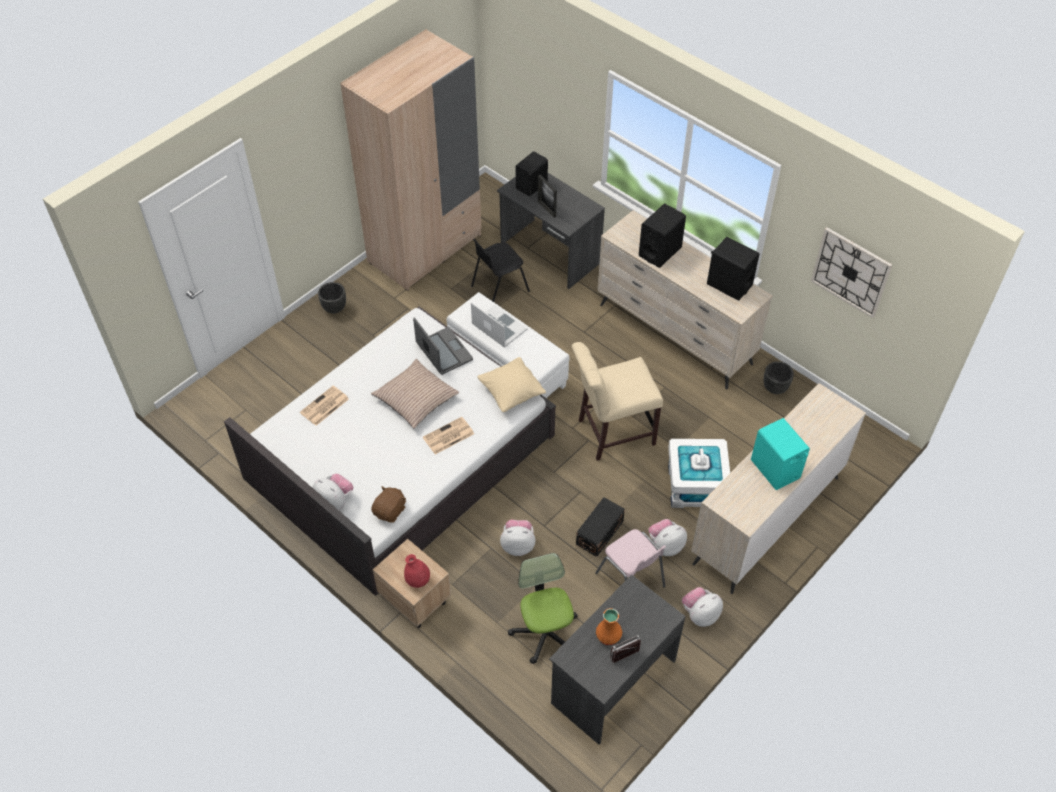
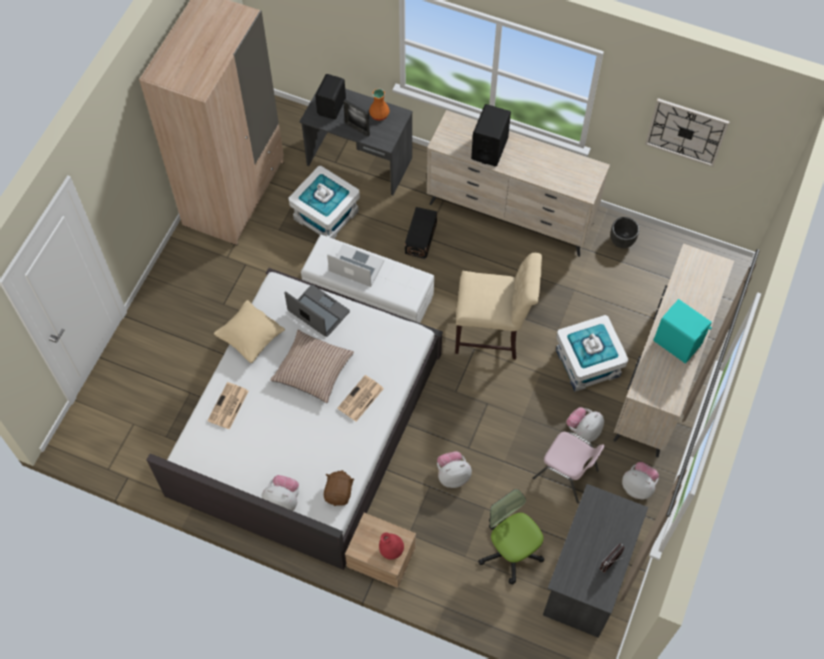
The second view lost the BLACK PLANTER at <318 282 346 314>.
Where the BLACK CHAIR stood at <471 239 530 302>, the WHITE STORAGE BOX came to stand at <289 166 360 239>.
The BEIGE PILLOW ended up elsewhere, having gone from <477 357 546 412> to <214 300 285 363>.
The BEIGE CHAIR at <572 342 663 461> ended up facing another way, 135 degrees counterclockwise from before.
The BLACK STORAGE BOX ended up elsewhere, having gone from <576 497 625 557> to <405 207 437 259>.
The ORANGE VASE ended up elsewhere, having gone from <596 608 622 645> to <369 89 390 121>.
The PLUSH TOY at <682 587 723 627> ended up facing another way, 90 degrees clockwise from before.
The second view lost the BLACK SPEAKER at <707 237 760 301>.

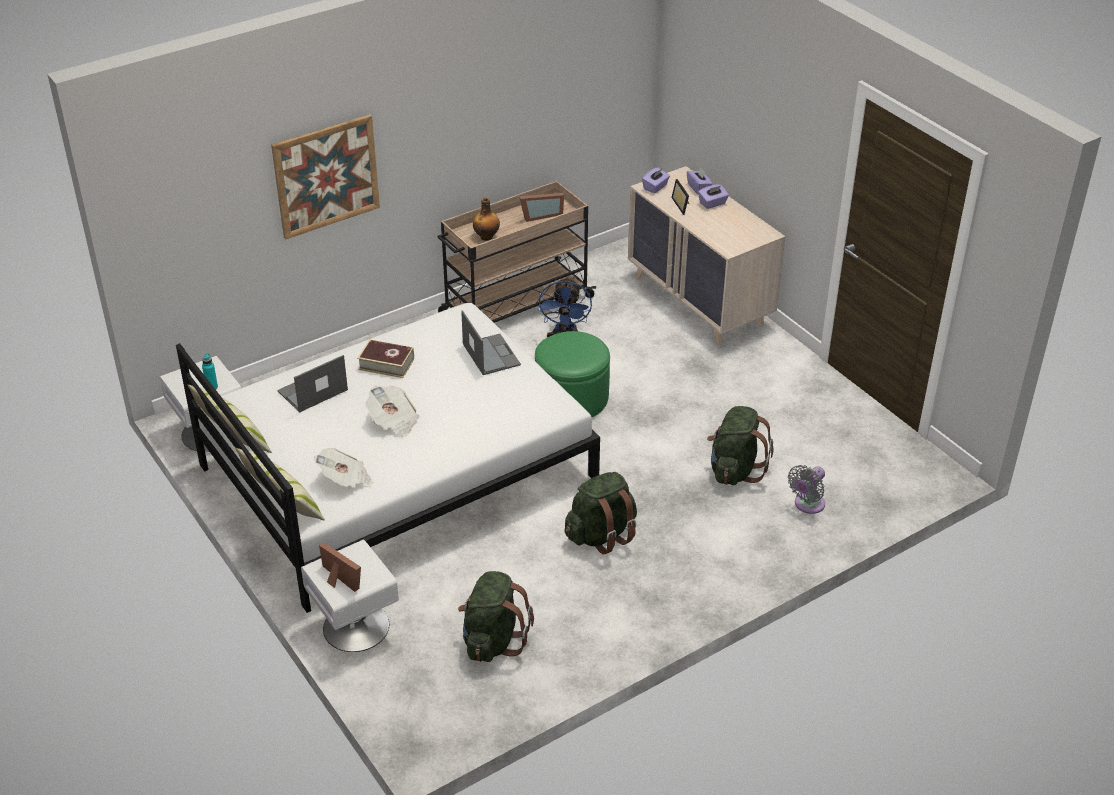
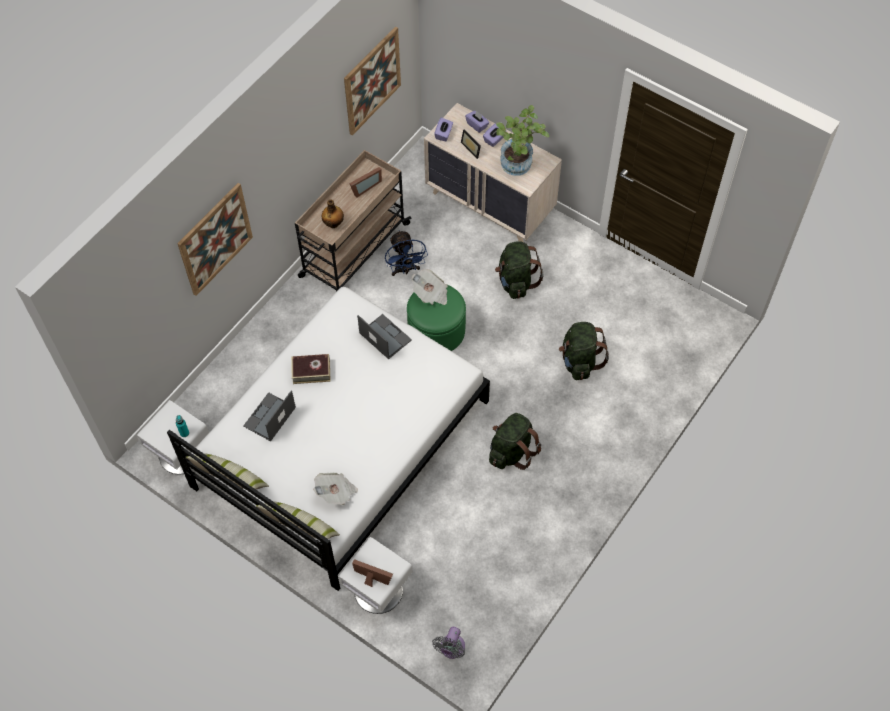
The NEWSPAPER ended up elsewhere, having gone from <365 386 420 437> to <412 269 448 305>.
The GREEN BACKPACK ended up elsewhere, having gone from <458 571 534 662> to <495 241 543 299>.
The GREY FAN ended up elsewhere, having gone from <788 465 825 514> to <432 627 465 659>.
The second view gained the PICTURE at <344 27 401 135>.
The second view gained the POTTED PLANT at <496 105 549 176>.

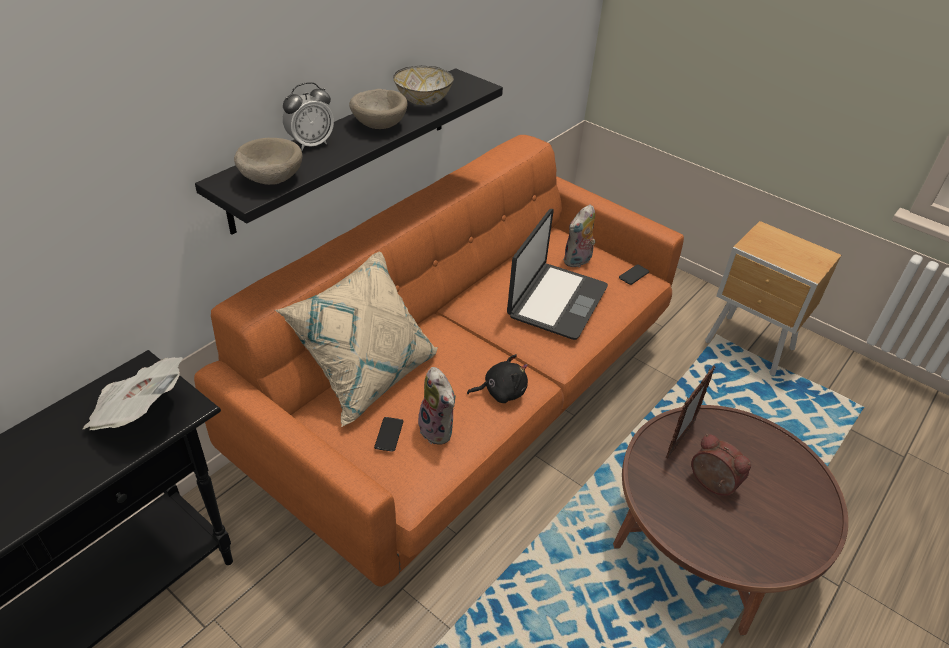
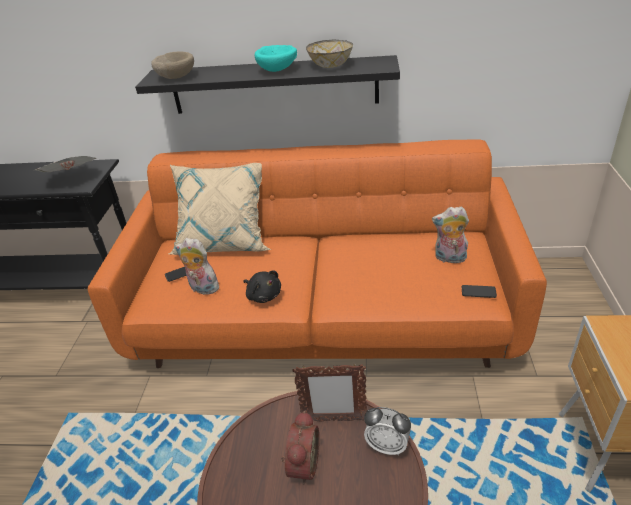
The ALARM CLOCK ended up elsewhere, having gone from <283 82 334 151> to <364 407 411 456>.
What was the BEIGE BOWL at <349 89 407 129> turned into the TURQUOISE BOWL at <254 45 297 72>.
The PLUSH TOY at <416 367 456 445> ended up facing another way, 90 degrees clockwise from before.
The second view lost the LAPTOP at <507 209 608 340>.

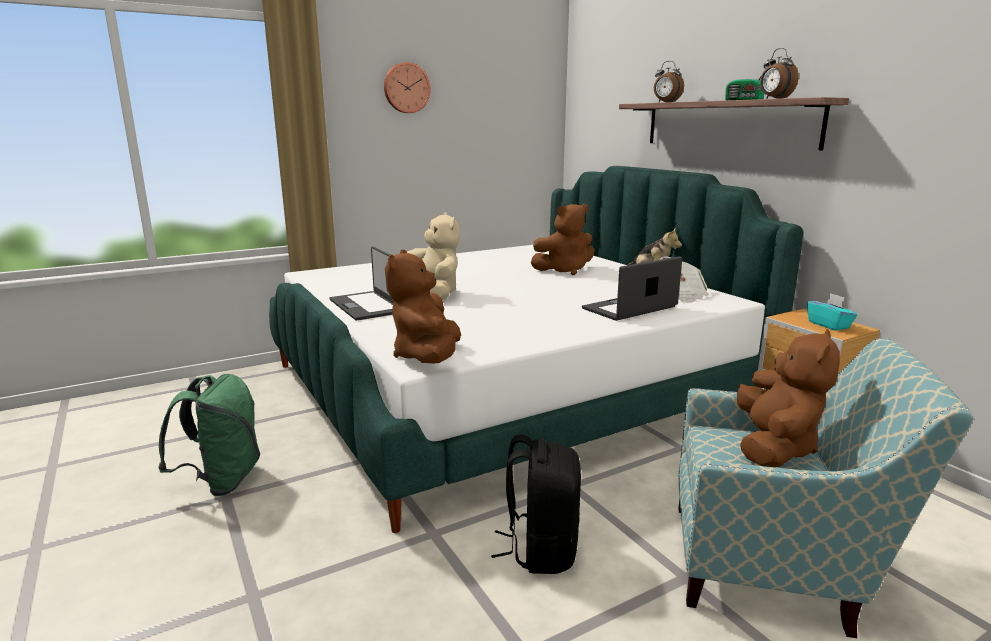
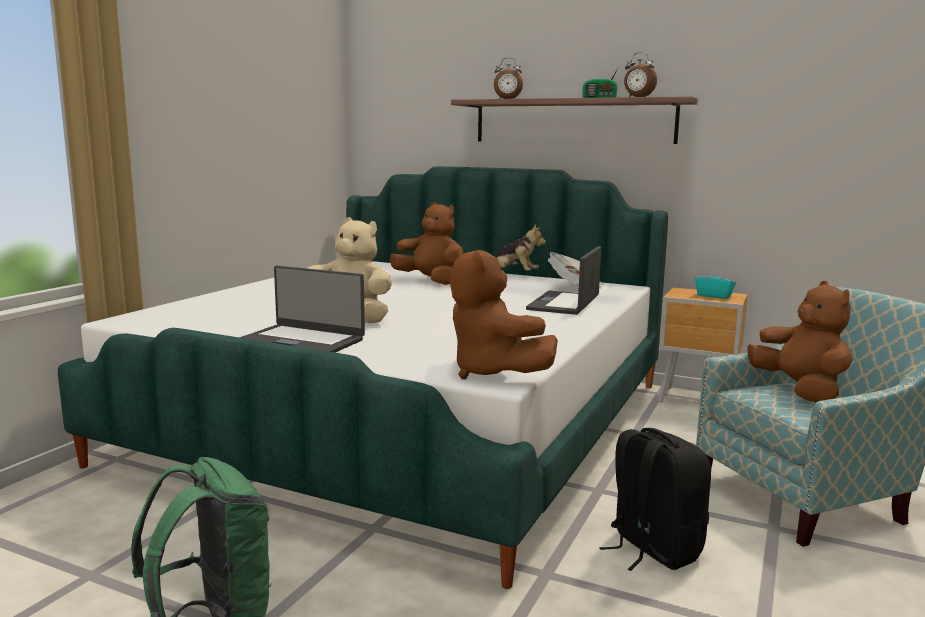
The second view lost the WALL CLOCK at <384 62 430 113>.
The BROWN PLUSH TOY at <531 204 594 275> ended up facing another way, 90 degrees counterclockwise from before.

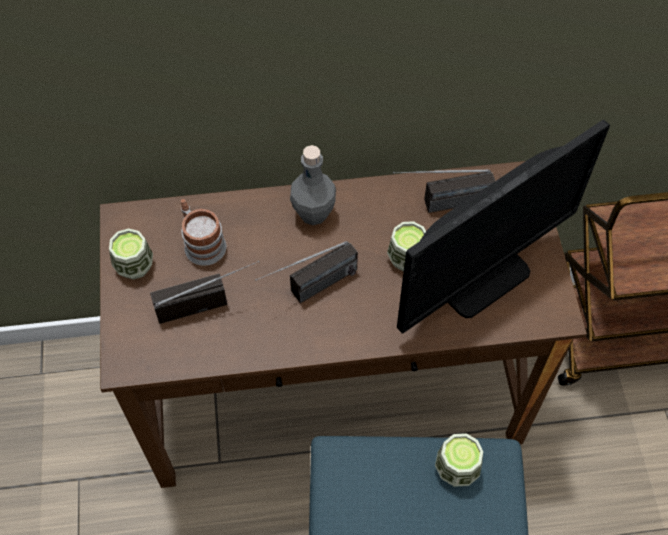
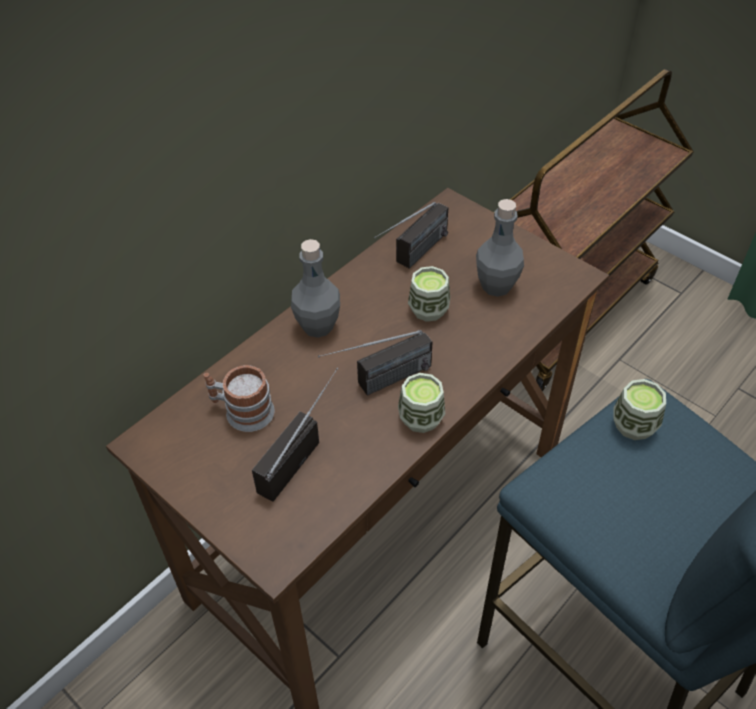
The CUP ended up elsewhere, having gone from <109 228 153 280> to <398 373 445 433>.
The RADIO at <255 241 358 303> ended up facing another way, 45 degrees clockwise from before.
Where the MONITOR stood at <397 120 610 334>, the GREY BOTTLE came to stand at <476 199 524 297>.

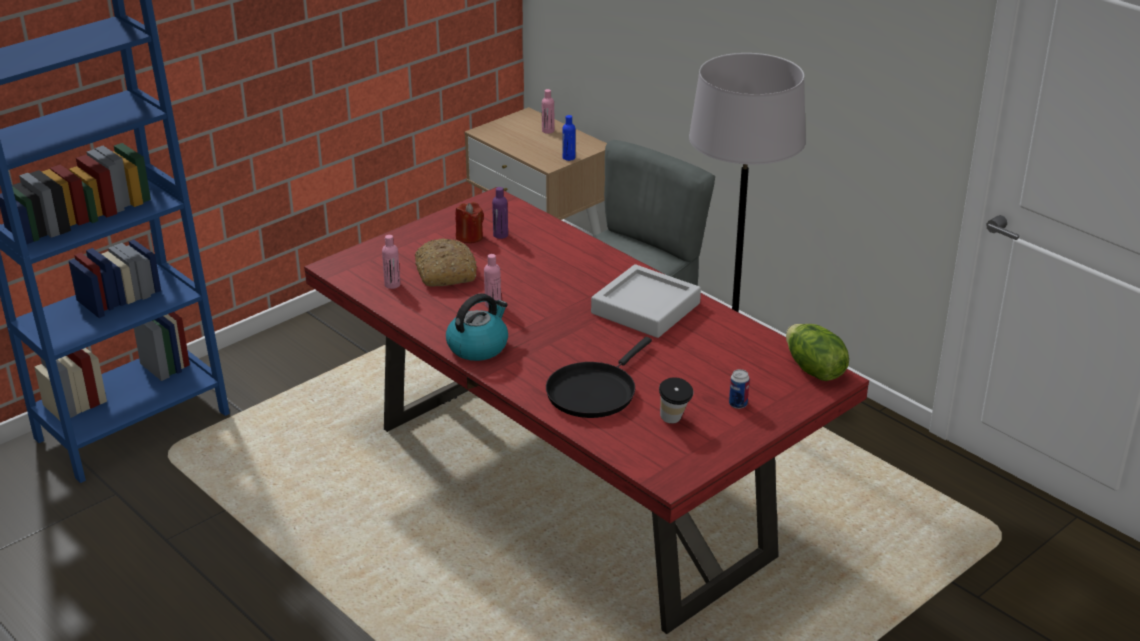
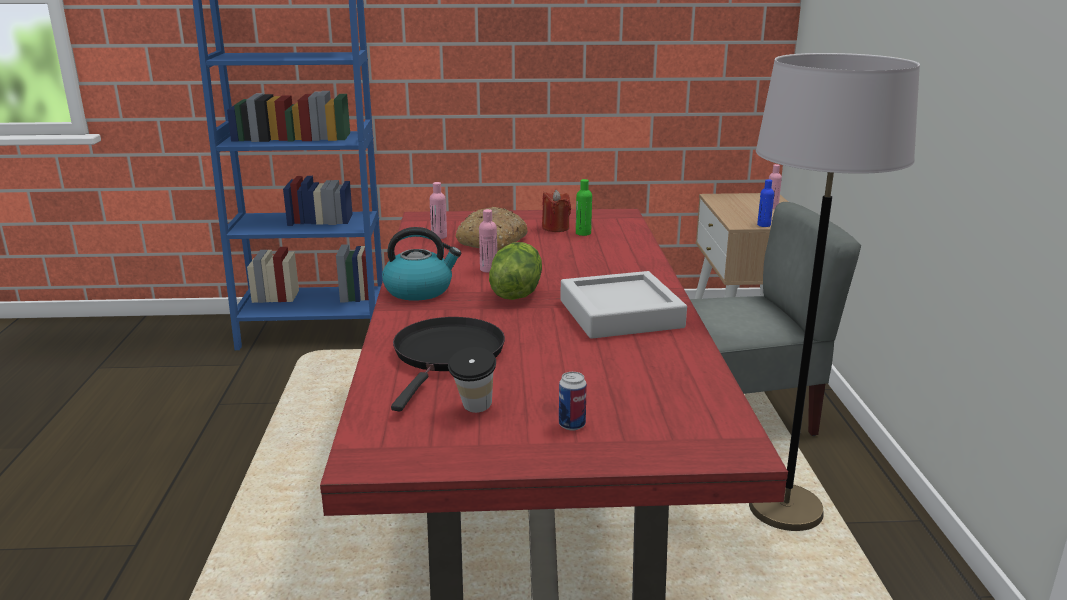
What was the PURPLE BOTTLE at <492 187 508 239> turned into the GREEN BOTTLE at <576 179 592 236>.
The BLACK FRYING PAN at <546 337 652 418> ended up facing another way, 120 degrees clockwise from before.
The LETTUCE ended up elsewhere, having gone from <786 324 849 381> to <489 242 542 300>.

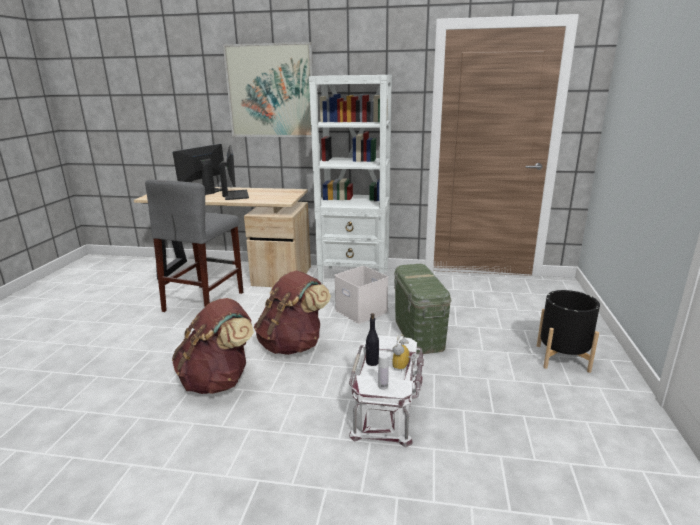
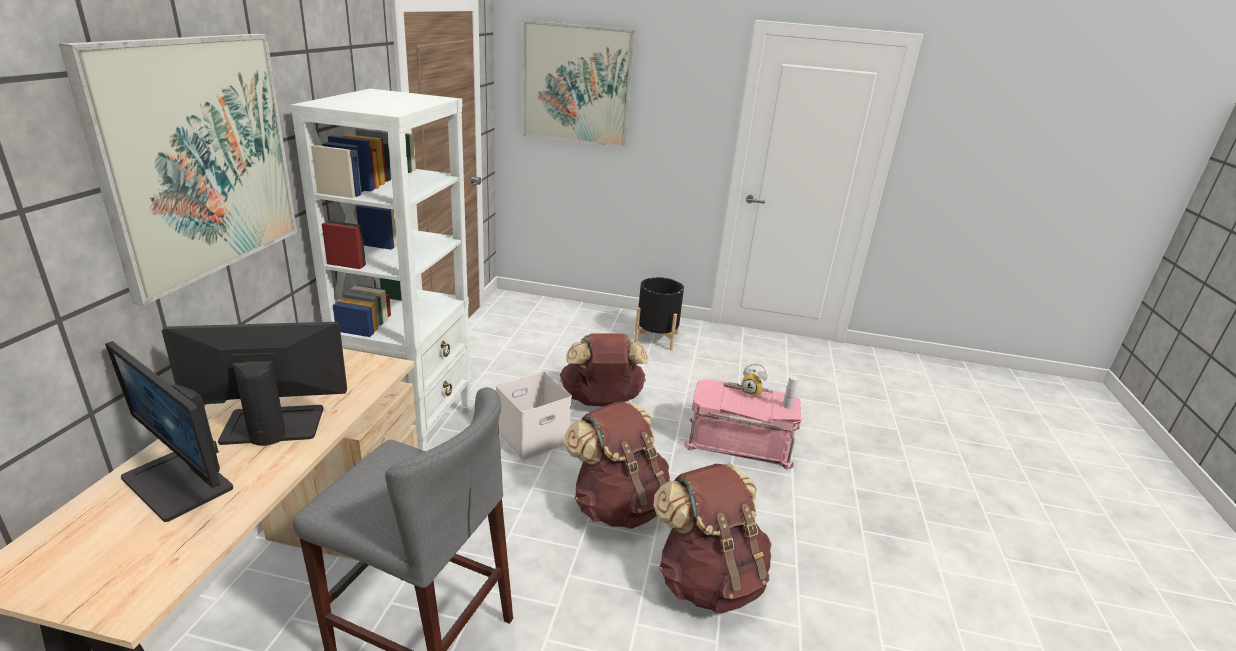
What was the WHITE STORAGE BOX at <349 335 424 447> turned into the PINK STORAGE BOX at <684 379 801 469>.
The second view lost the BLACK BOTTLE at <366 313 379 366>.
Where the GREEN STORAGE BOX stood at <394 264 451 354>, the BROWN BACKPACK came to stand at <560 333 648 406>.
The second view gained the PICTURE at <522 20 635 148>.

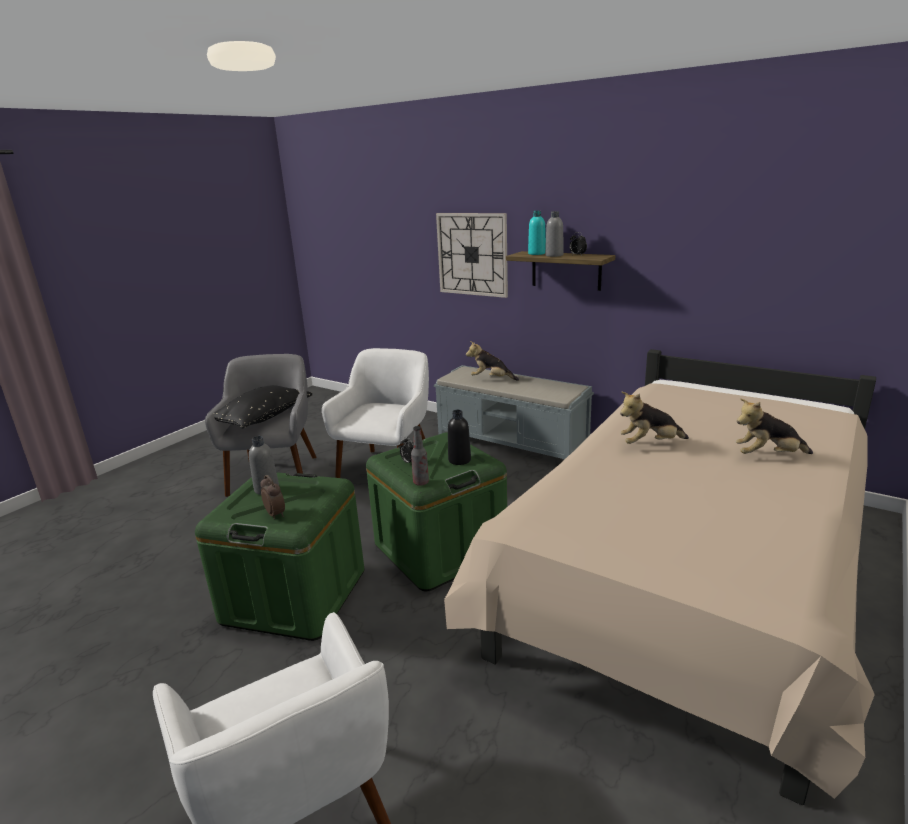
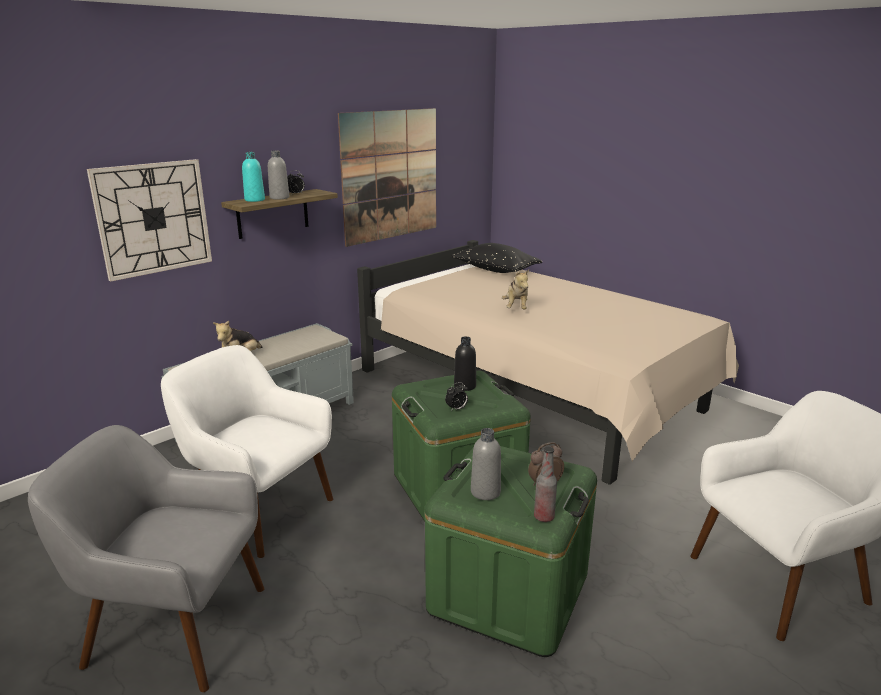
The BLACK PILLOW ended up elsewhere, having gone from <214 385 312 428> to <451 243 542 273>.
The BOTTLE ended up elsewhere, having gone from <411 426 429 486> to <534 447 557 522>.
The second view lost the PLUSH TOY at <736 398 813 454>.
The second view gained the PICTURE at <338 108 436 247>.

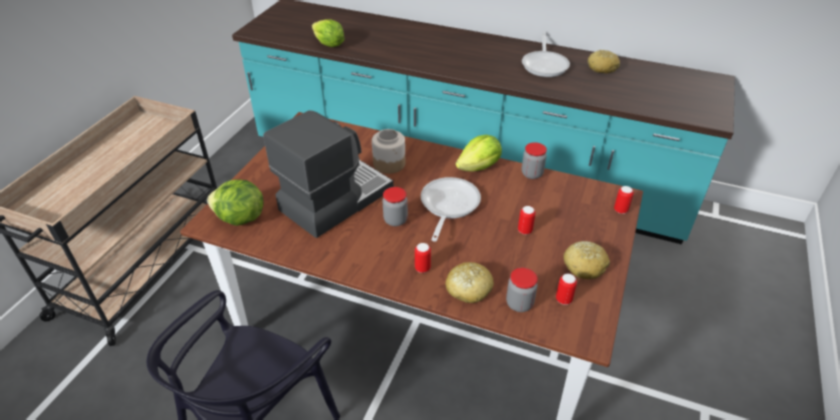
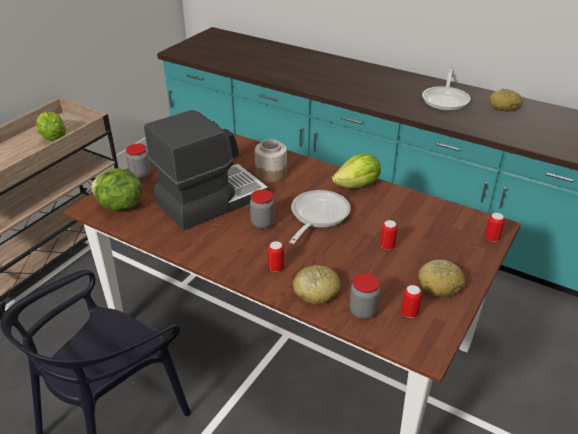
The LETTUCE ended up elsewhere, having gone from <312 19 345 47> to <36 112 66 141>.
The JAR ended up elsewhere, having gone from <522 142 547 179> to <126 144 151 179>.

